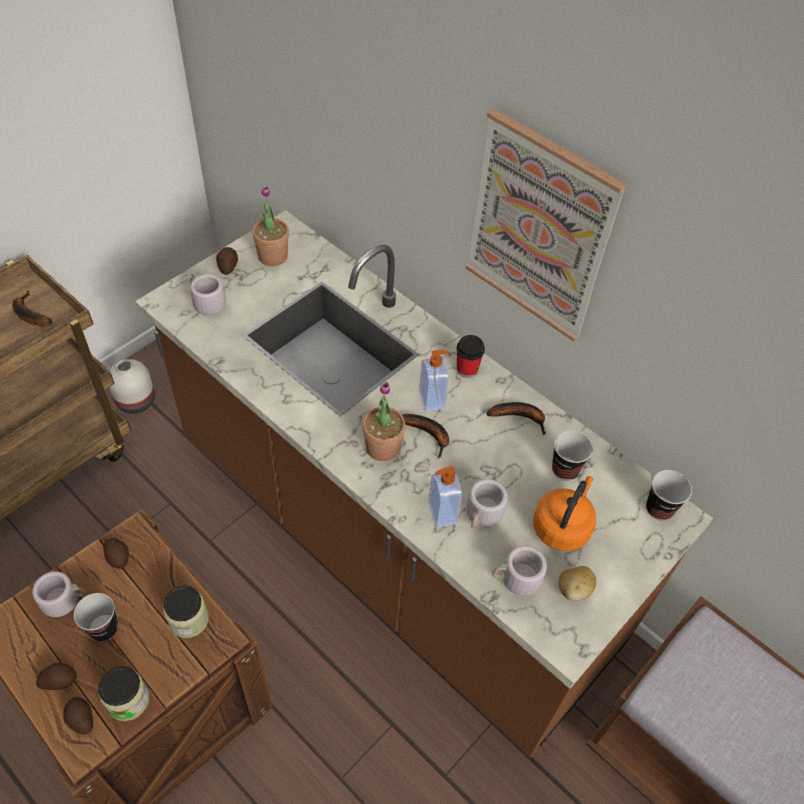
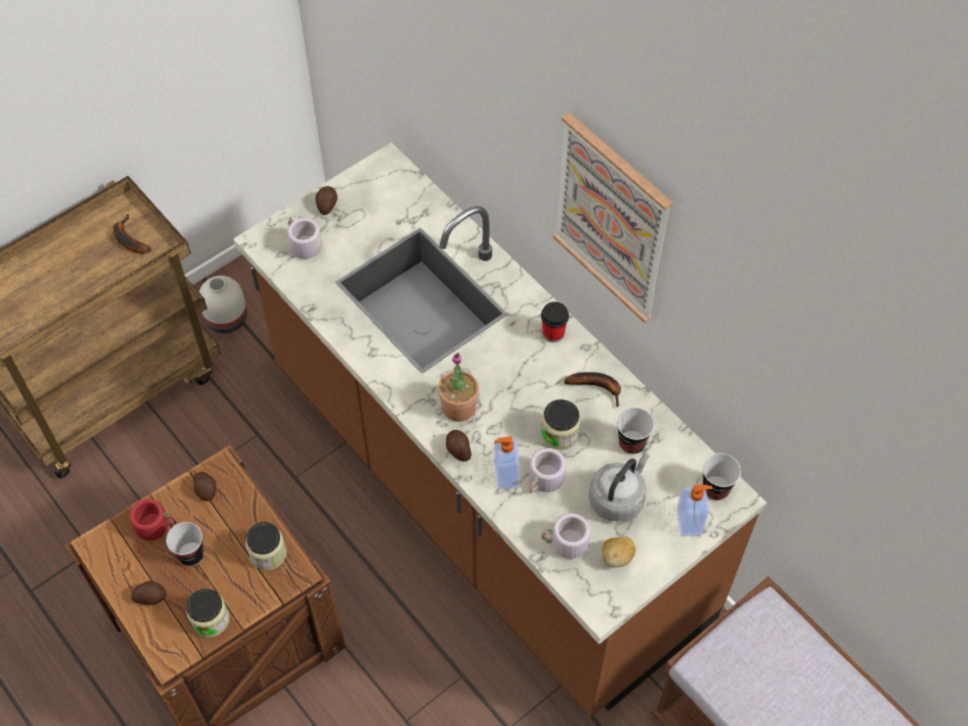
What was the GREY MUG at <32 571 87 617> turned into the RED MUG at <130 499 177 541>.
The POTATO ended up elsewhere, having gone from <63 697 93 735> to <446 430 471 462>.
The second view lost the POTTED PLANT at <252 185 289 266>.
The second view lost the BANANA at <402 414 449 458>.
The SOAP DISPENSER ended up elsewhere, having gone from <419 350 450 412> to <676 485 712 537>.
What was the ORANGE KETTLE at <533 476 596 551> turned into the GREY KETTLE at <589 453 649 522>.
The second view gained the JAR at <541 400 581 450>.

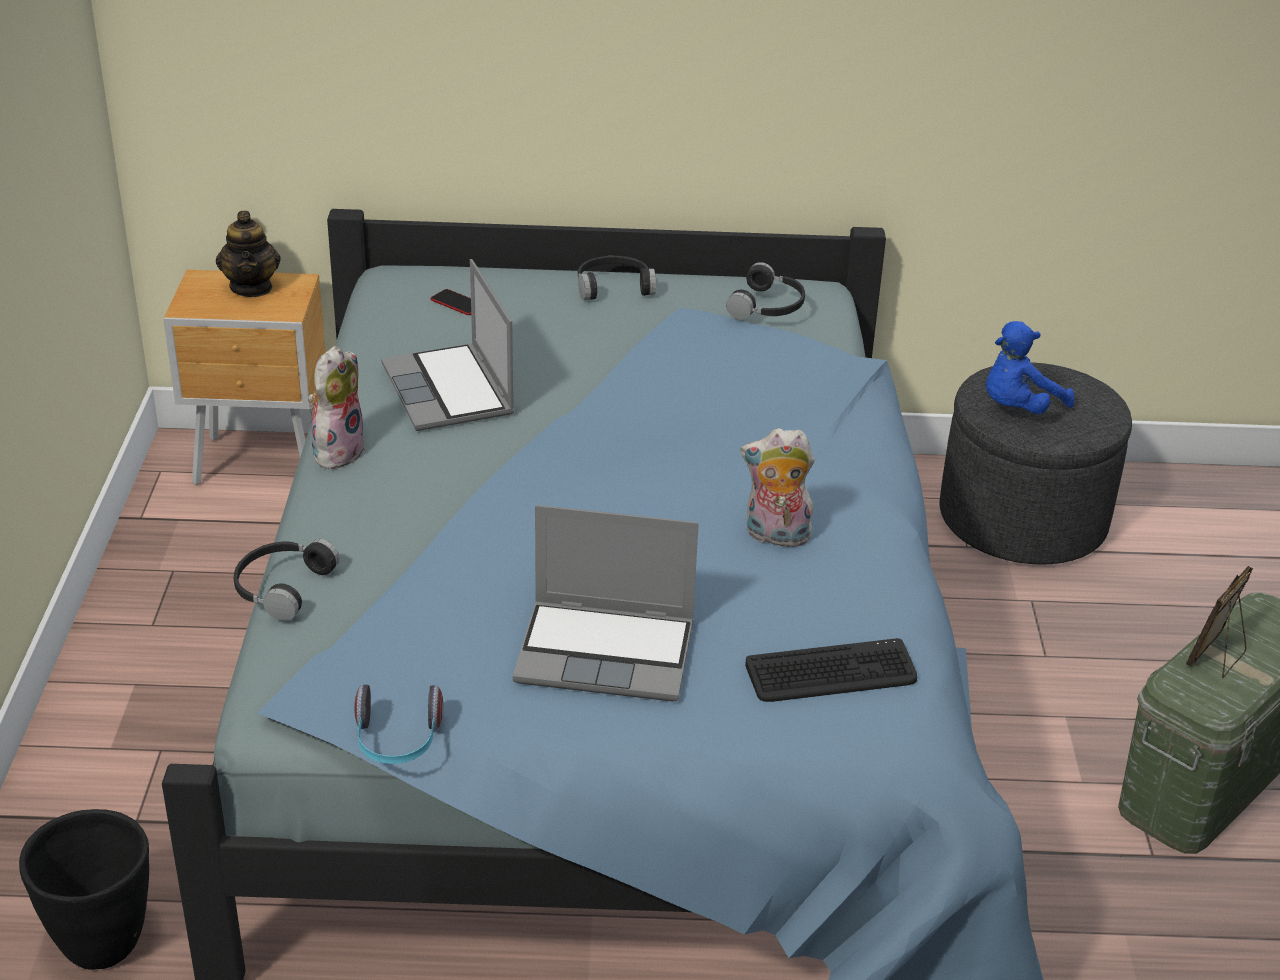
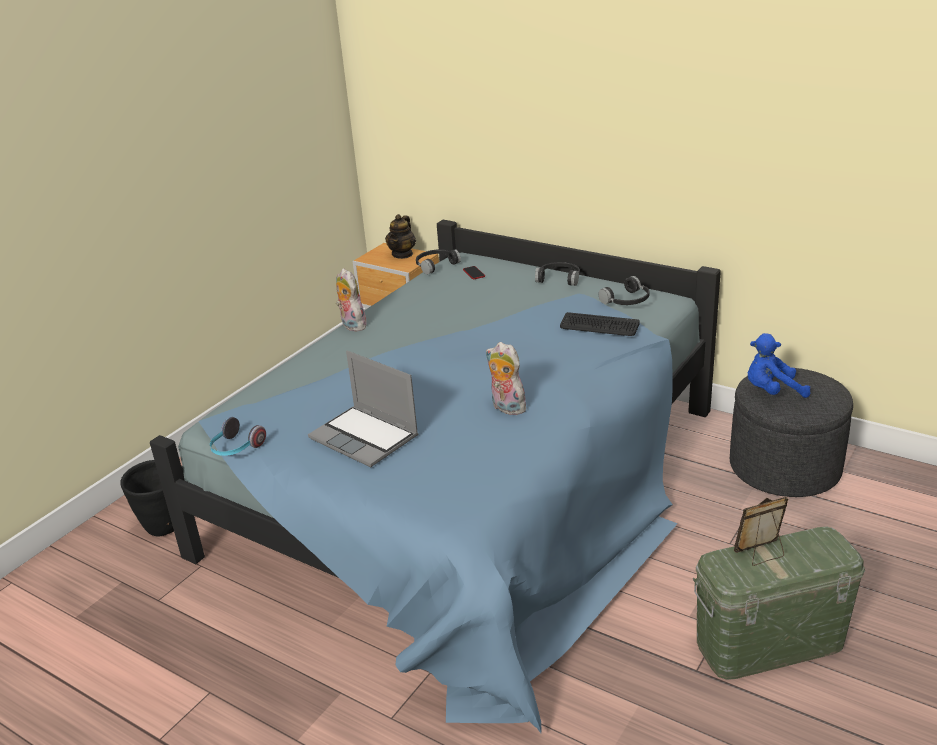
The BLACK HEADPHONES ended up elsewhere, having gone from <234 539 340 621> to <416 249 461 275>.
The PLUSH TOY at <308 346 366 469> ended up facing another way, 90 degrees counterclockwise from before.
The second view lost the LAPTOP at <381 259 514 431>.
The KEYBOARD ended up elsewhere, having gone from <745 638 917 702> to <560 312 639 336>.

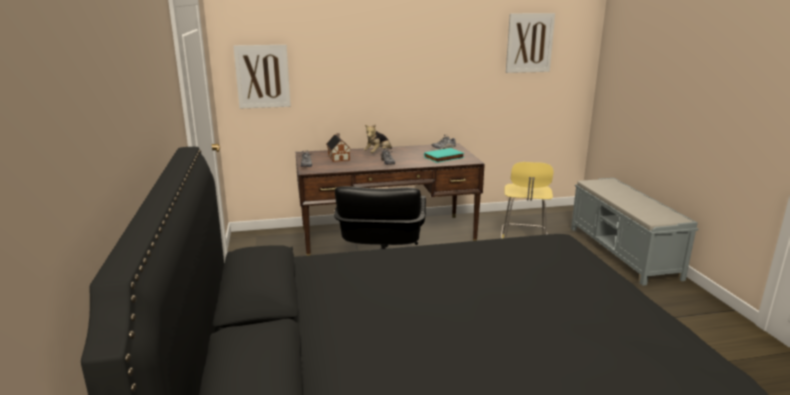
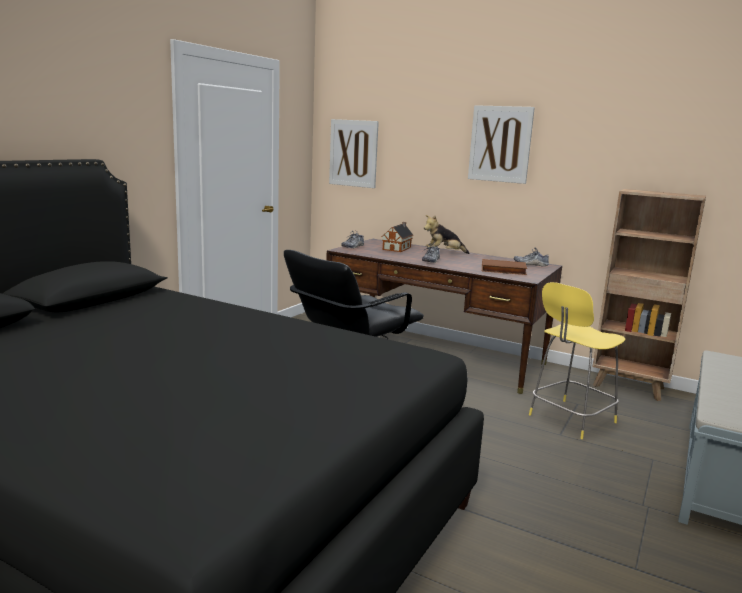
What was the TURQUOISE BOOK at <424 148 464 163> turned into the BROWN BOOK at <482 259 527 275>.
The PICTURE ended up elsewhere, having gone from <506 13 555 73> to <468 105 535 184>.
The second view gained the BROWN BOOKCASE at <593 189 706 401>.

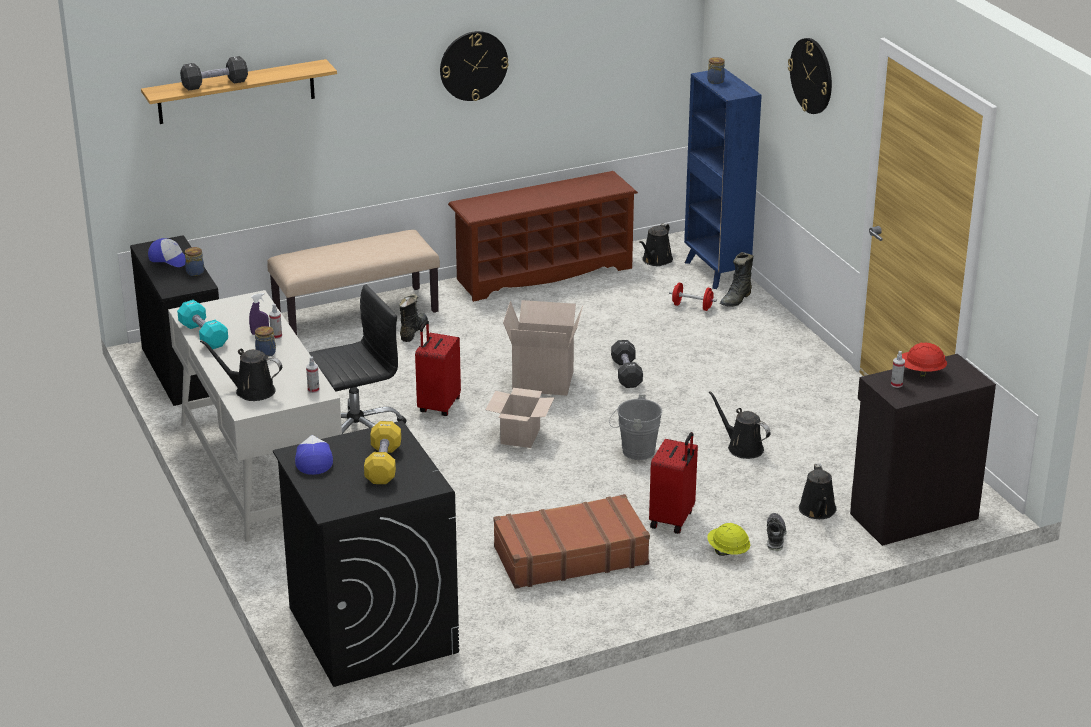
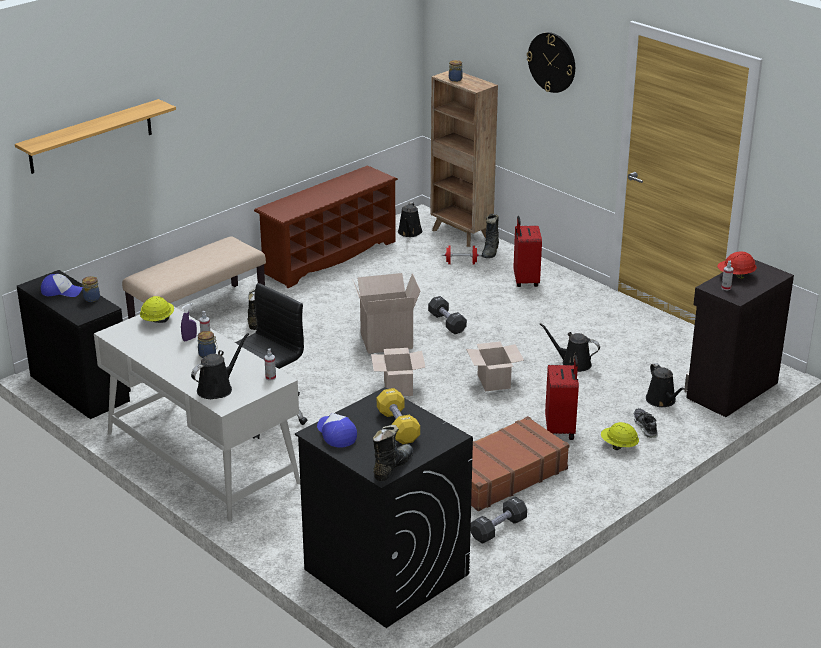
The second view lost the TURQUOISE DUMBBELL at <177 300 228 349>.
The BLACK DUMBBELL ended up elsewhere, having gone from <180 56 248 91> to <471 496 527 544>.
The BLACK WATERING CAN at <200 340 282 401> ended up facing another way, 135 degrees clockwise from before.
The RED SUITCASE ended up elsewhere, having gone from <415 320 461 416> to <513 216 542 287>.
The second view lost the WALL CLOCK at <440 31 508 101>.
Where the GREY BUCKET stood at <609 394 662 460>, the CARDBOARD BOX came to stand at <466 342 524 391>.
What was the BLUE BOOKCASE at <684 68 762 289> turned into the BROWN BOOKCASE at <430 71 498 247>.
The second view gained the YELLOW HARD HAT at <140 296 174 323>.
The second view gained the BLACK BOOT at <373 425 413 481>.

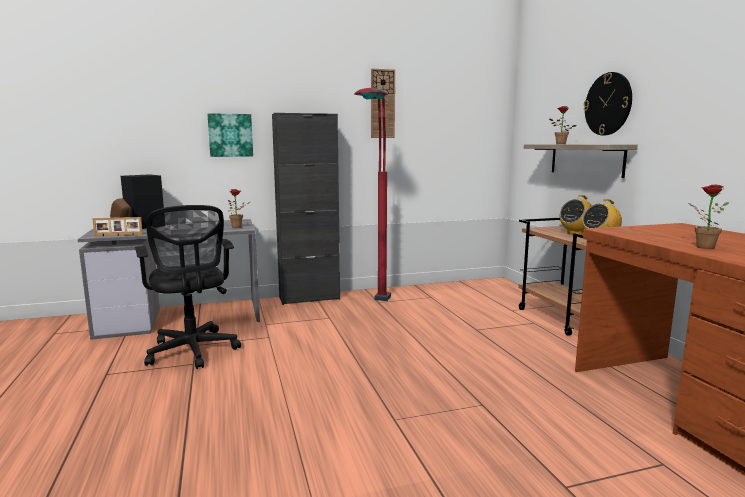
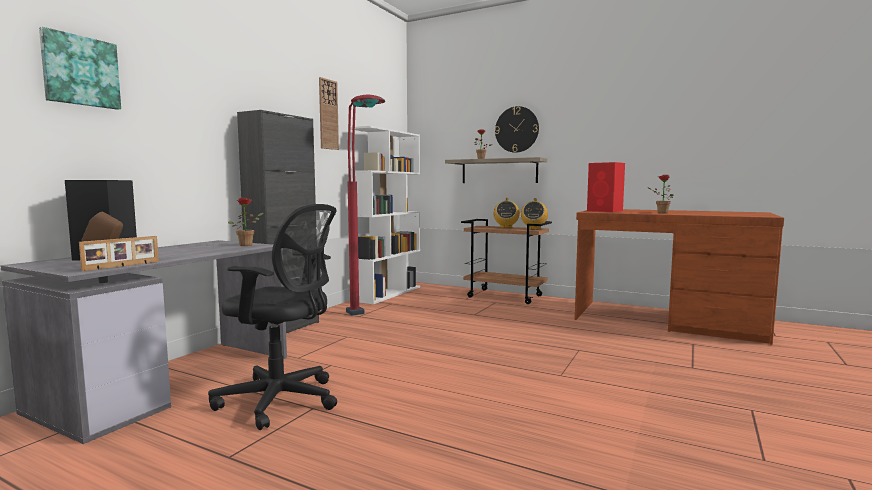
The PICTURE ended up elsewhere, having gone from <207 113 253 157> to <39 27 121 110>.
The second view gained the WHITE BOOKCASE at <351 126 420 304>.
The second view gained the RED SPEAKER at <587 162 625 212>.

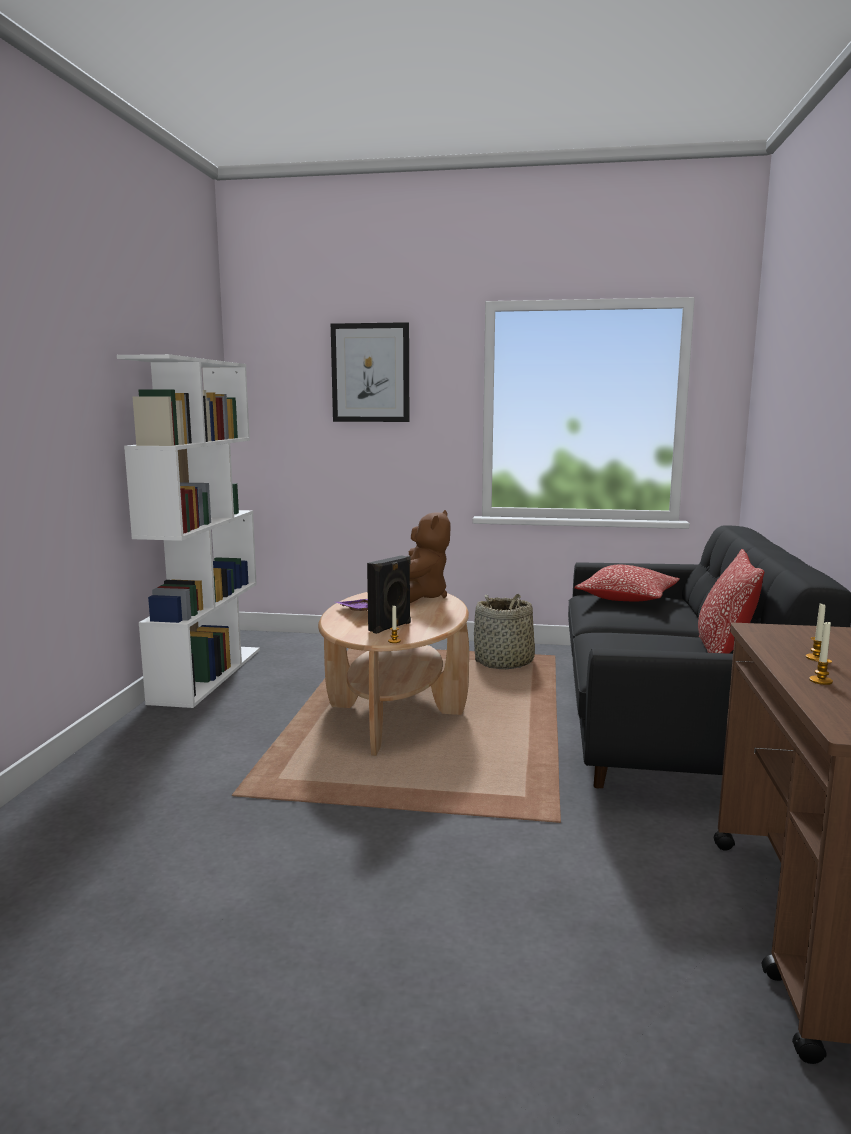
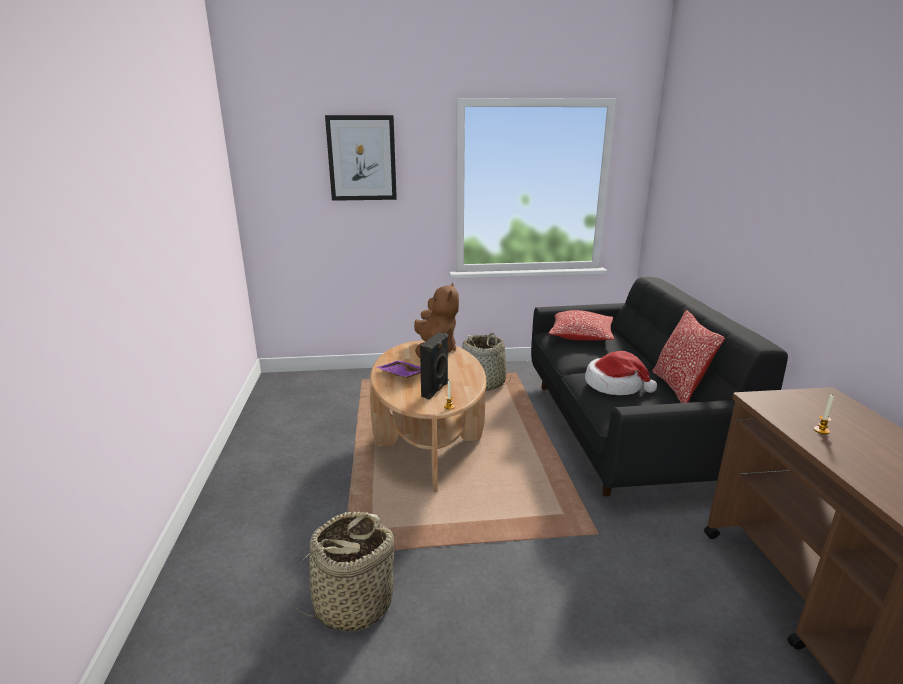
The second view lost the WHITE BOOKCASE at <117 354 260 708>.
The second view lost the CANDLE at <809 621 833 685>.
The second view gained the BASKET at <289 512 401 632>.
The second view gained the HAT at <585 351 657 395>.

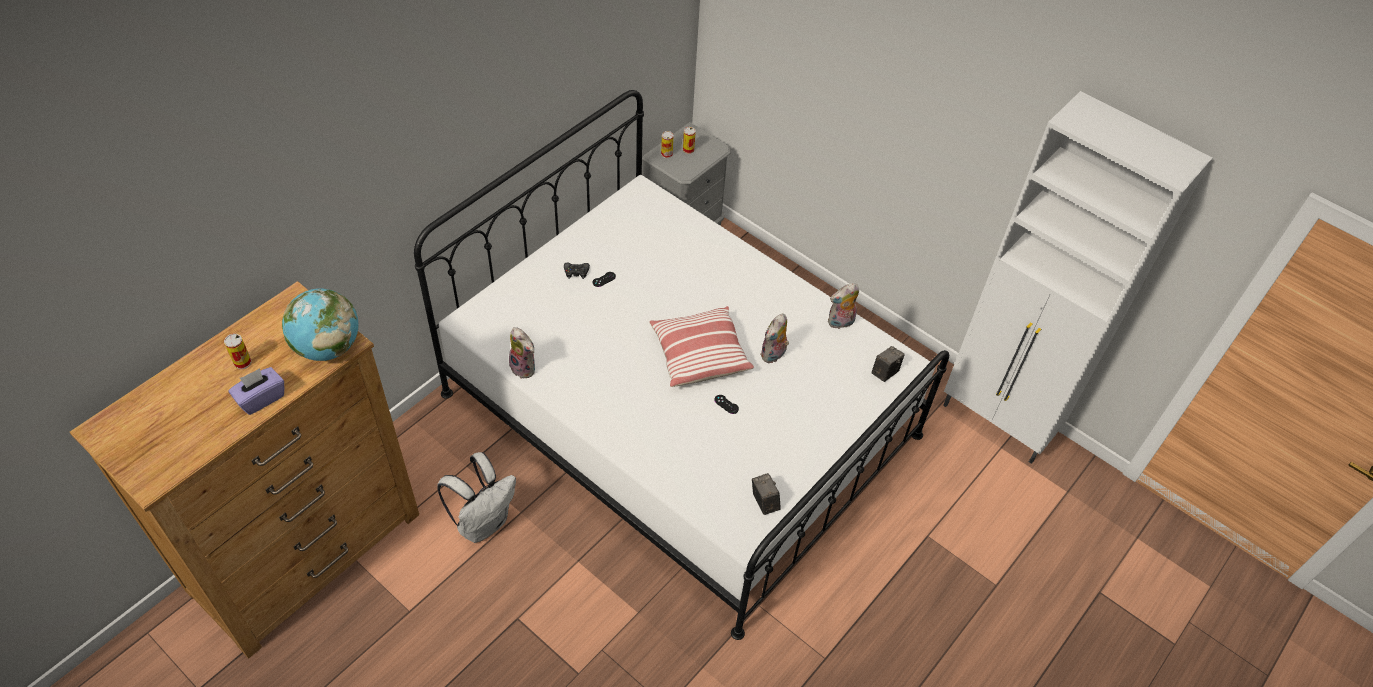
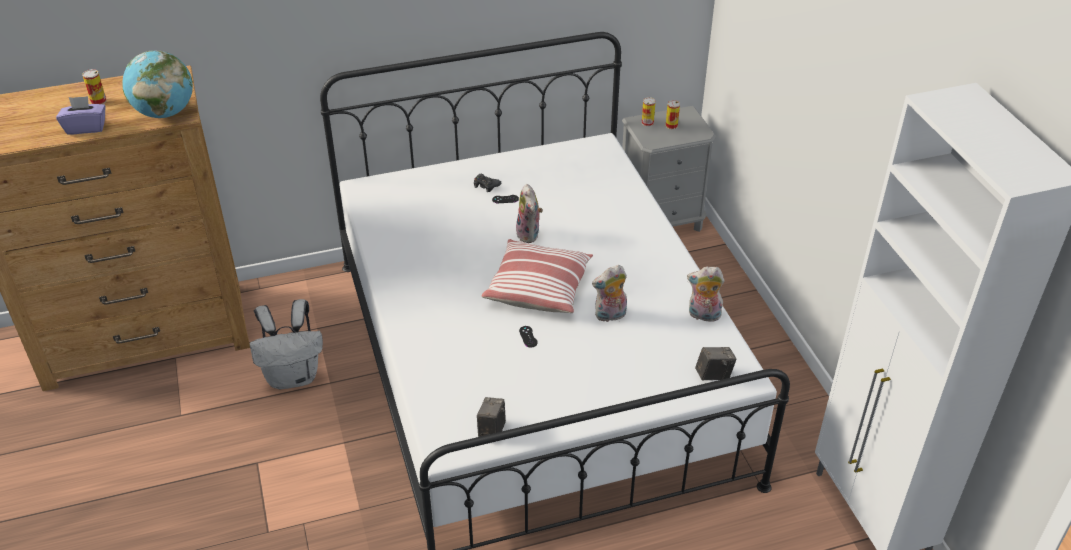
The PLUSH TOY ended up elsewhere, having gone from <509 327 535 379> to <516 184 543 243>.

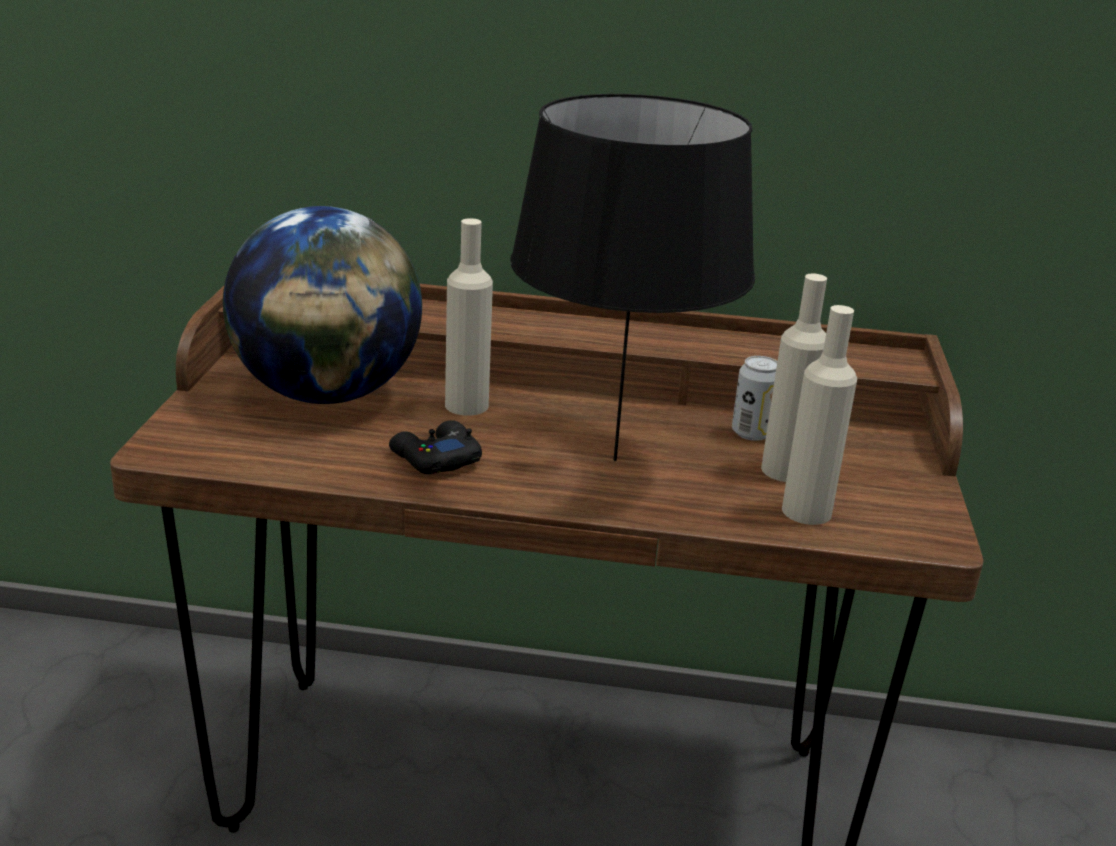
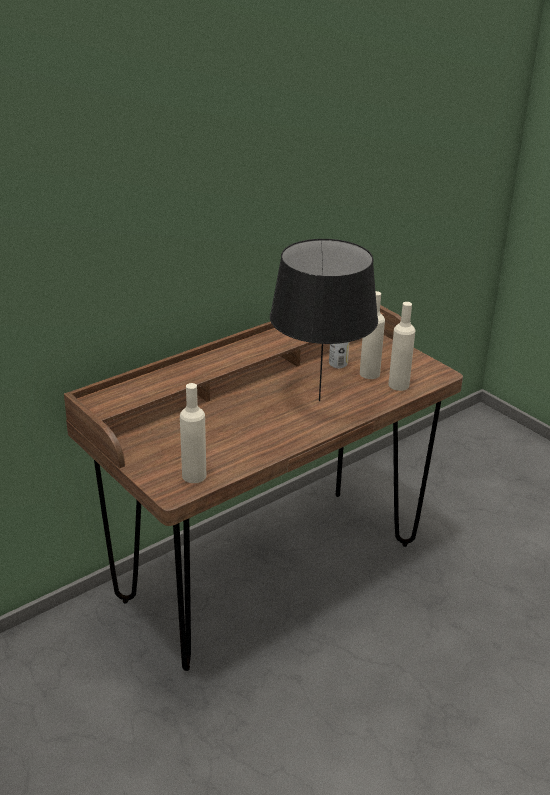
The second view lost the GLOBE at <223 206 422 404>.
The second view lost the BLACK GAME CONTROLLER at <389 420 482 474>.
The BEIGE BOTTLE ended up elsewhere, having gone from <445 218 493 416> to <180 383 206 483>.

